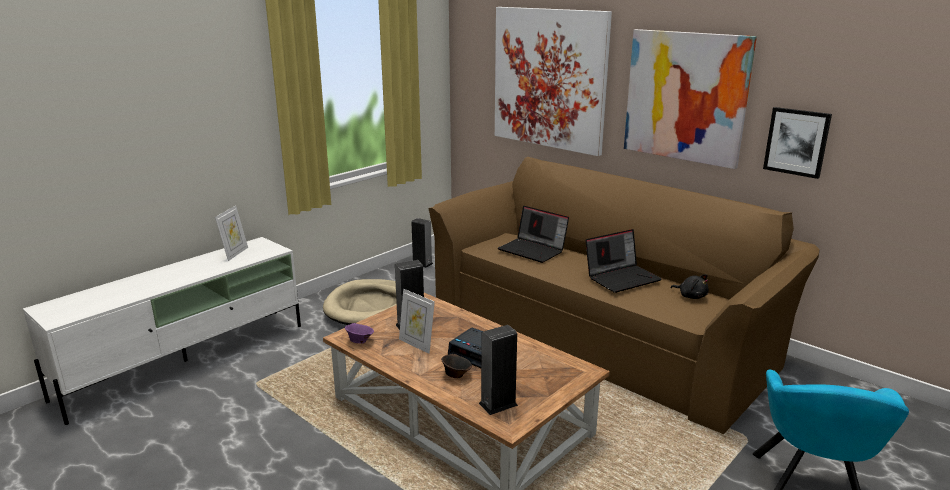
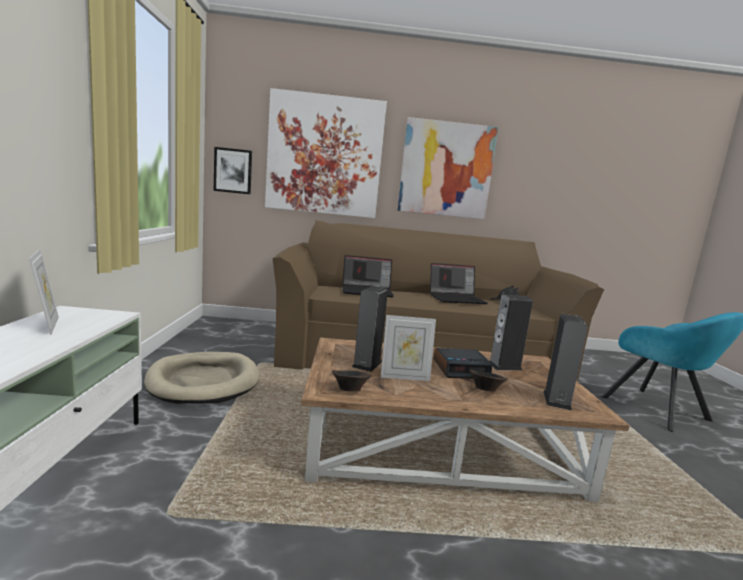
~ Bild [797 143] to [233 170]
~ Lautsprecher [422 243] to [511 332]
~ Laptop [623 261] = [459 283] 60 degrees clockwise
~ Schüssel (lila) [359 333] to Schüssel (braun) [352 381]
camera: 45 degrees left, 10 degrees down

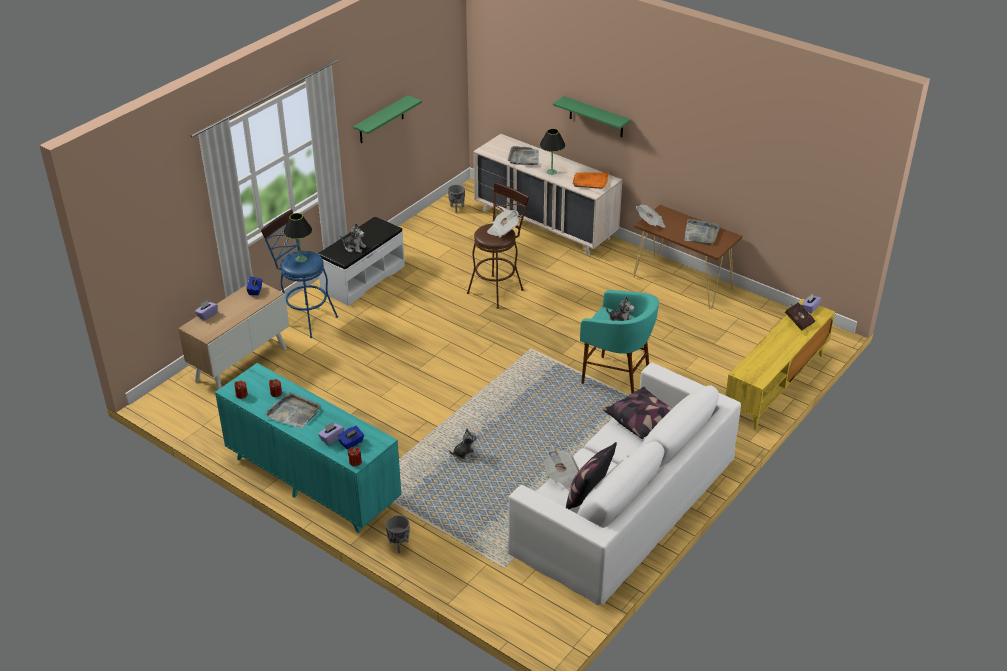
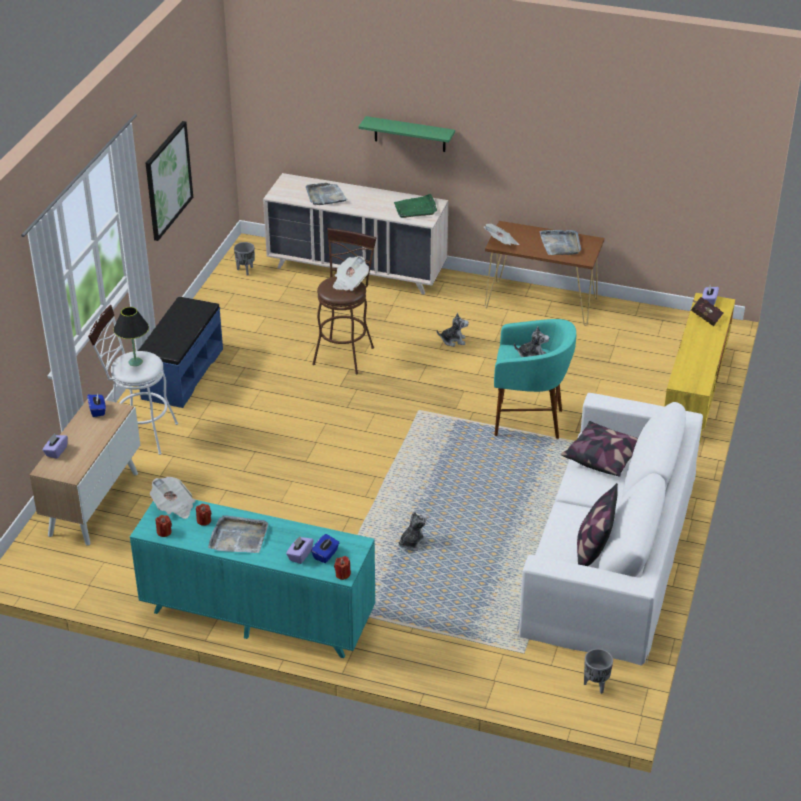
~ Wandregal (grün) [387 119] to Bild [169 181]
- Tischlampe (schwarz) [552 152]
~ Tablett (orange) [591 180] to Tablett (grün) [415 206]
~ Hocker (blau) [299 273] to Hocker (weiß) [133 380]
~ Bank (weiß) [361 261] to Bank (blau) [180 352]
~ Plüschtier [353 238] to [453 330]
~ Zeitung [561 469] to [173 498]
~ Pflanzkübel (grau) [397 534] to [598 671]
camera: 20 degrees left, 0 degrees up

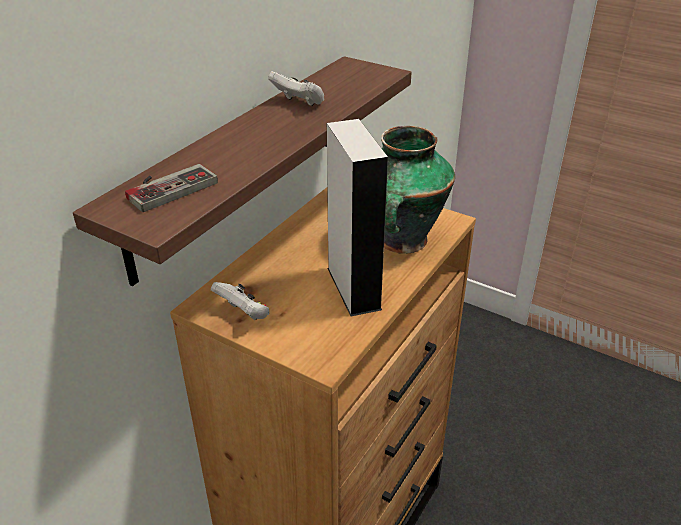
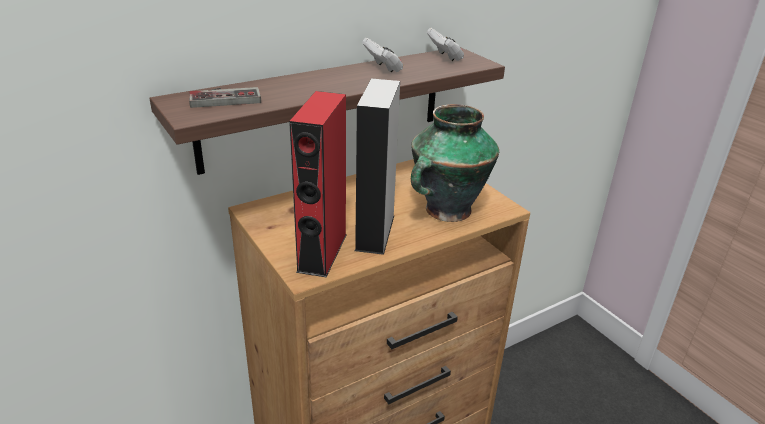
~ Gamepad (weiß) [240 301] to [445 44]
+ Lautsprecher (rot) [318 184]
camera: 25 degrees right, 5 degrees down

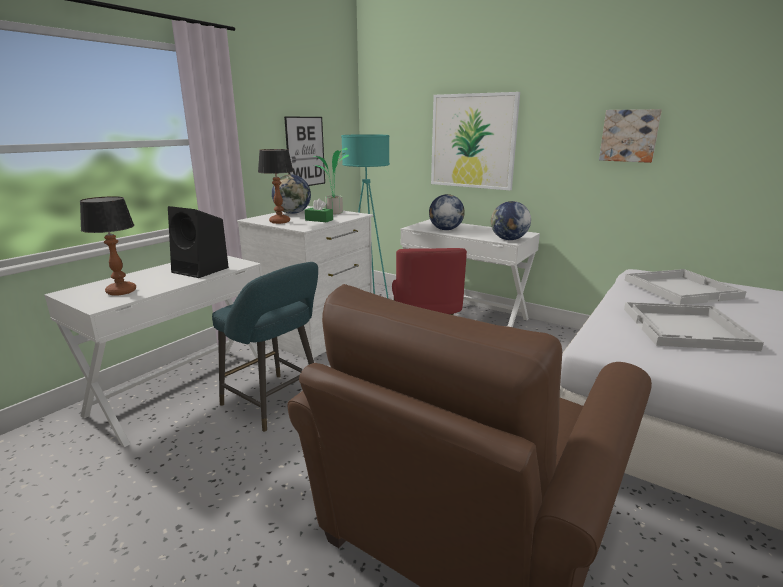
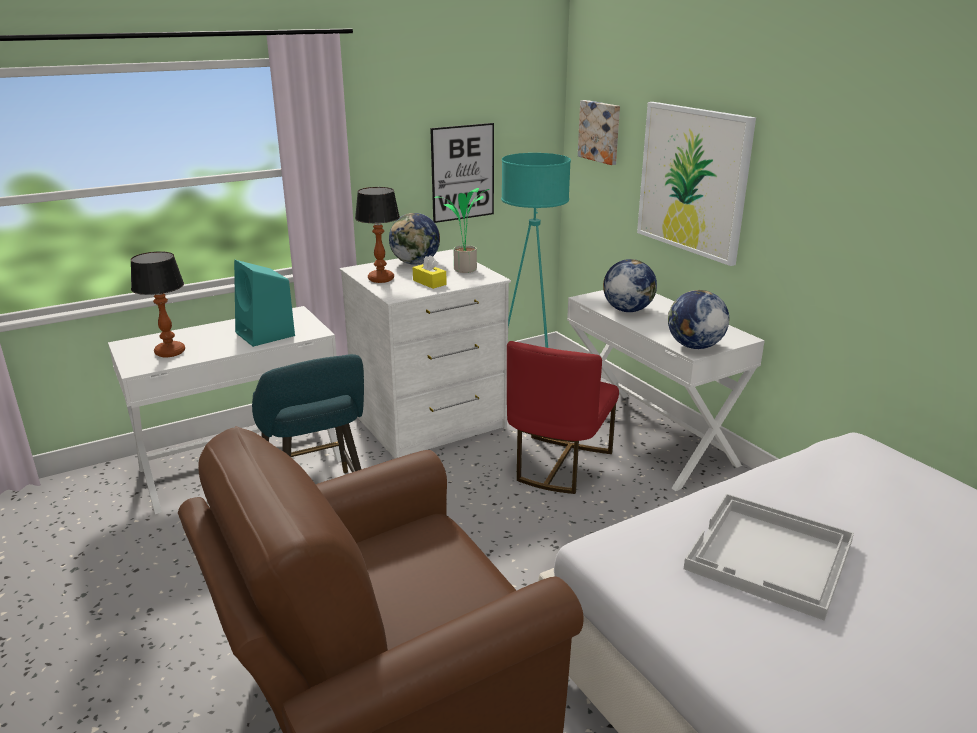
~ Bild [630 136] to [599 132]
~ Taschentuchbox (grün) [319 210] to Taschentuchbox (gelb) [429 272]
~ Lautsprecher (schwarz) [198 242] to Lautsprecher (türkis) [264 303]
- Tablett (weiß) [685 287]
camera: 25 degrees right, 5 degrees up

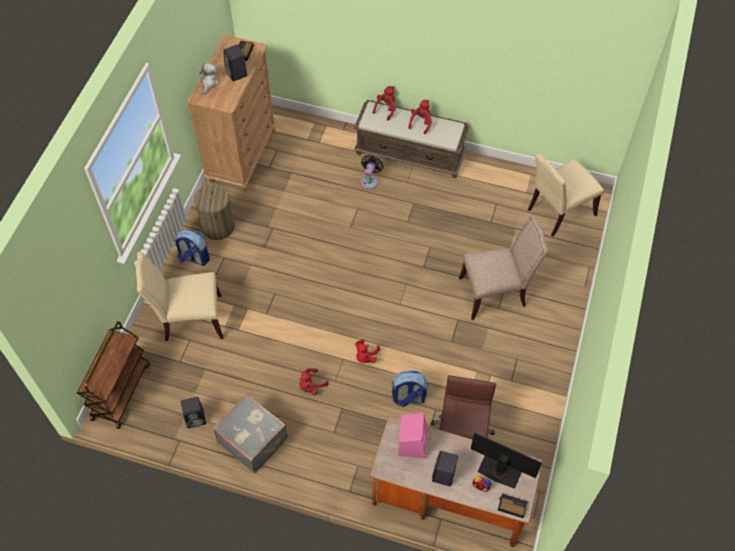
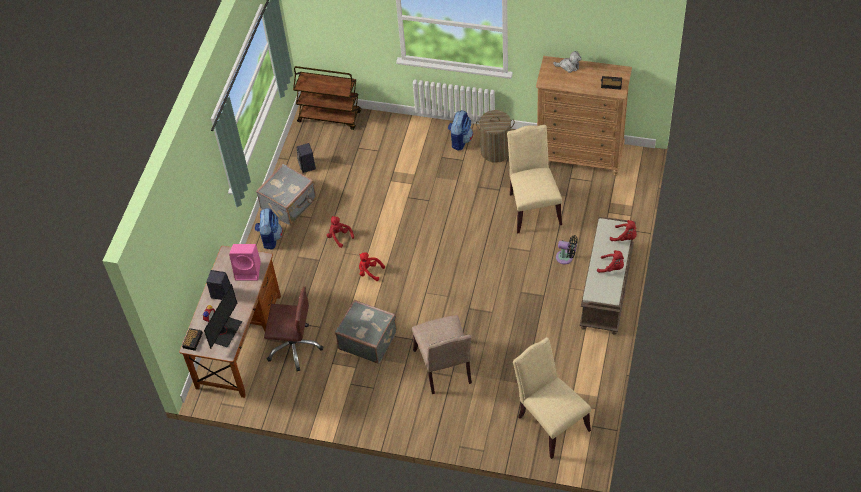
- Lautsprecher (schwarz) [235 63]
~ Stuhl (beige) [180 296] to [534 179]
~ Rucksack [410 388] to [269 229]
+ Koffer (grau) [366 332]
camera: 90 degrees right, 5 degrees down

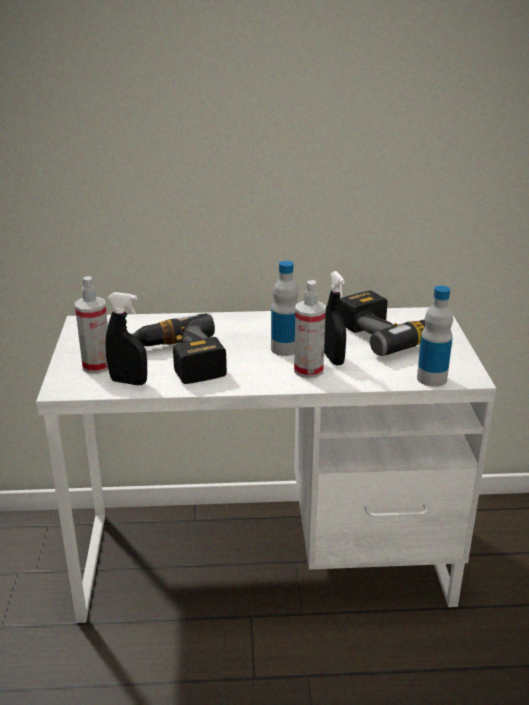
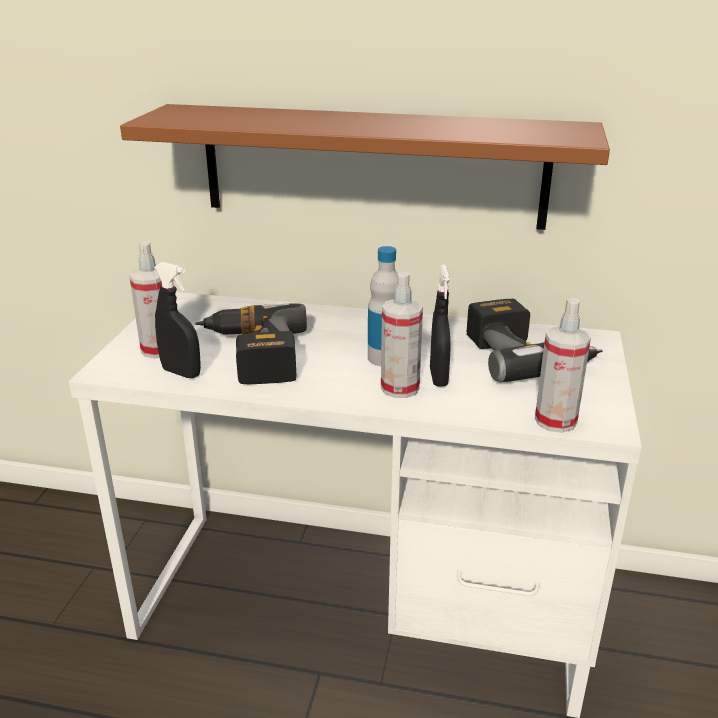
~ Flasche [435 336] to Sprühflasche [563 365]
+ Wandregal (braun) [365 167]
camera: 15 degrees right, 0 degrees up

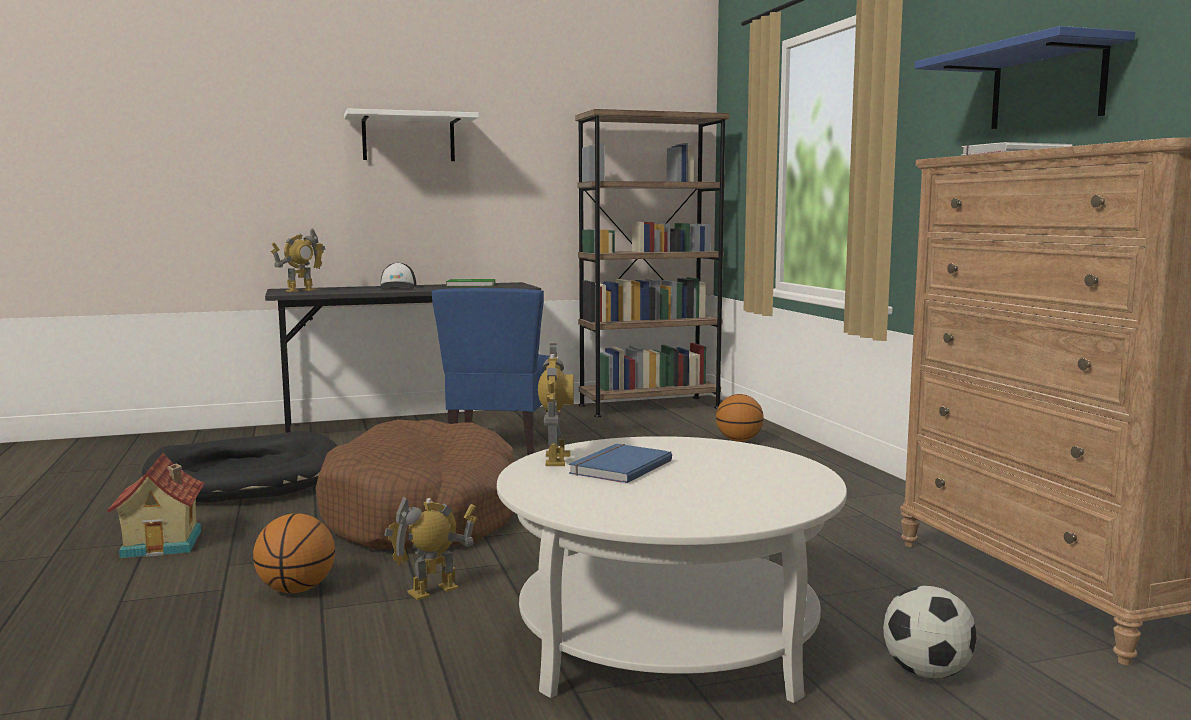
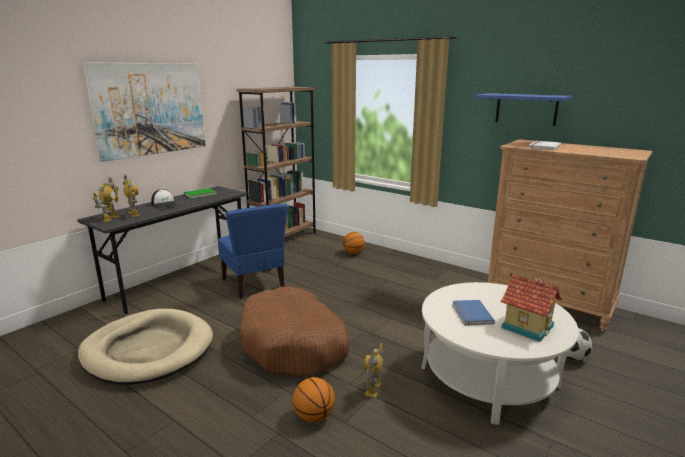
~ Wandregal (weiß) [411 134] to Bild [144 112]
~ Spielzeugroboter [556 404] to [131 196]
~ Hundebett (schwarz) [239 467] to Hundebett (beige) [145 347]
~ Spielzeughaus [156 505] to [531 308]
camera: 35 degrees left, 10 degrees up

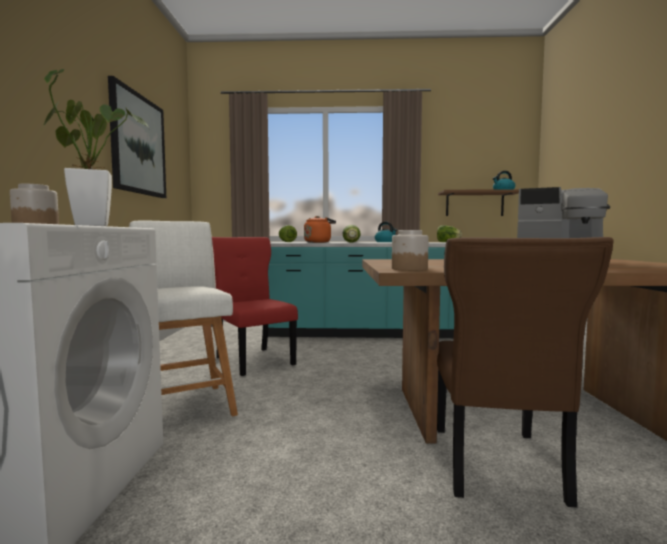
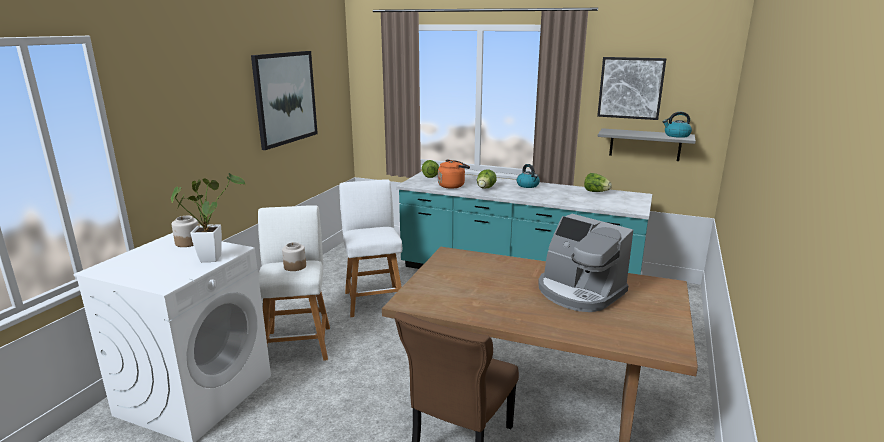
~ Wandregal (braun) [478 202] to Wandregal (grau) [647 144]
~ Vorratsglas [410 250] to [294 256]
~ Stuhl (rot) [255 306] to Hocker (weiß) [370 248]
+ Bild [632 88]
camera: 20 degrees right, 15 degrees up

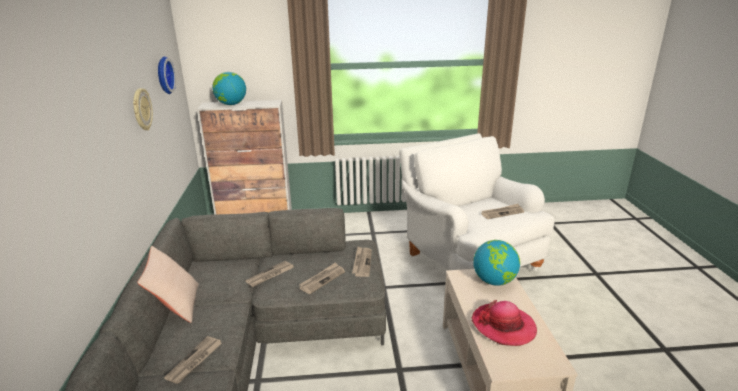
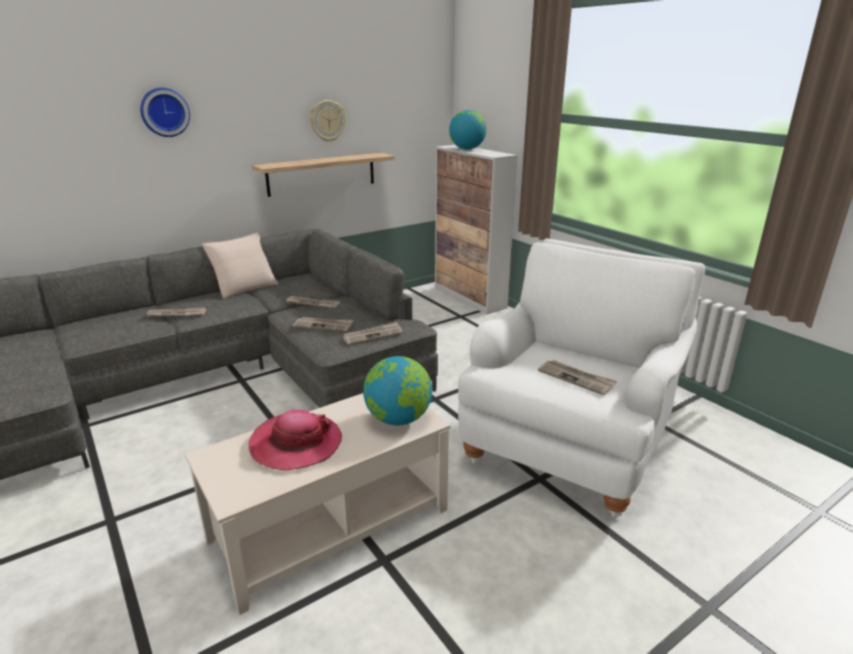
~ Wanduhr [167 75] to [165 112]
+ Wandregal [323 175]
camera: 60 degrees right, 0 degrees up

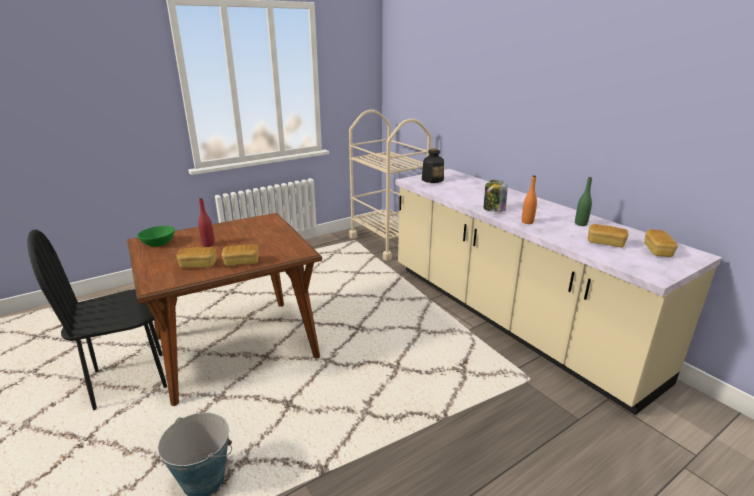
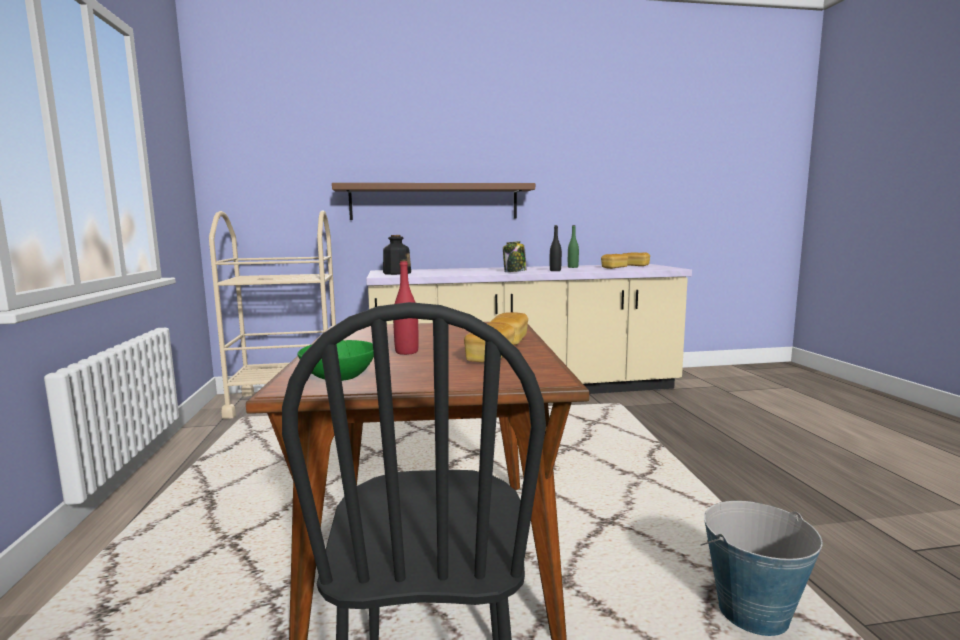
~ Flasche (orange) [529 200] to Flasche (schwarz) [556 248]
+ Wandregal (braun) [433 201]
camera: 65 degrees left, 15 degrees down

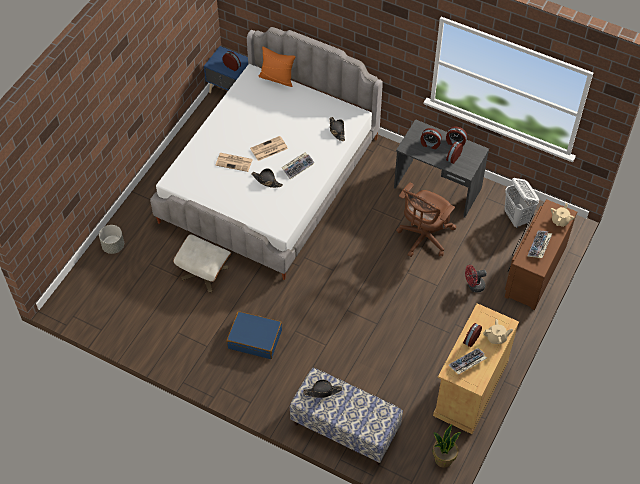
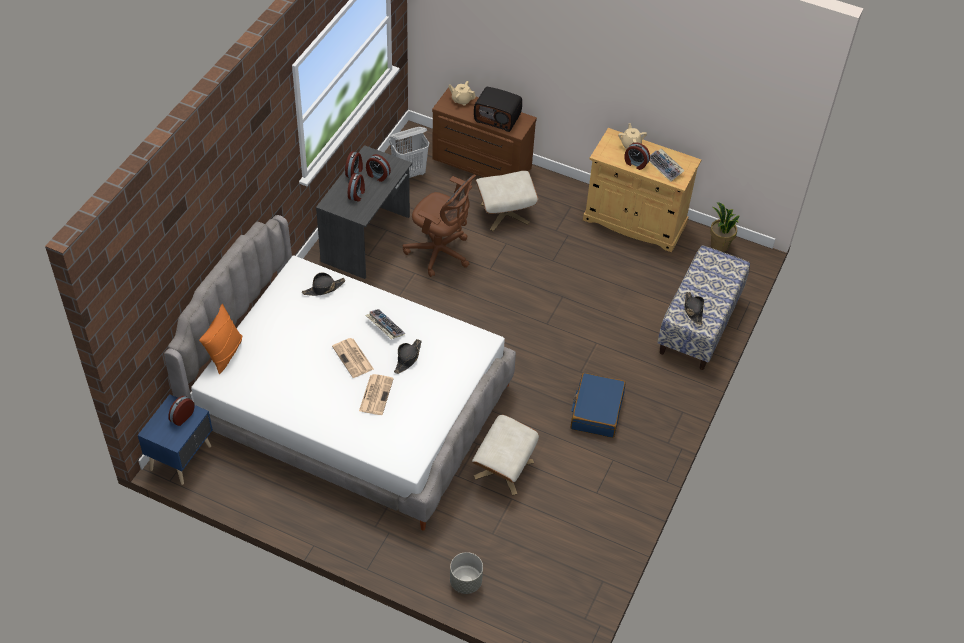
~ Tastatur [539 244] to Radio [498 109]
~ Ventilator (rot) [476 278] to Polsterhocker (beige) [506 201]
camera: 95 degrees left, 5 degrees down

